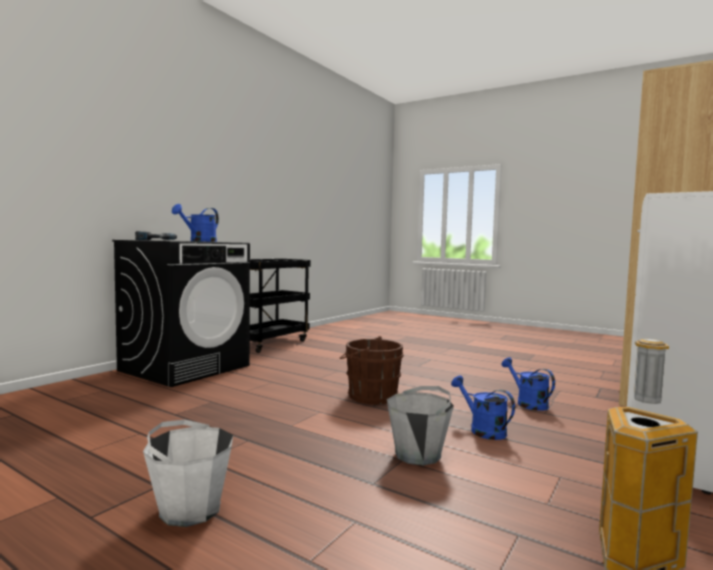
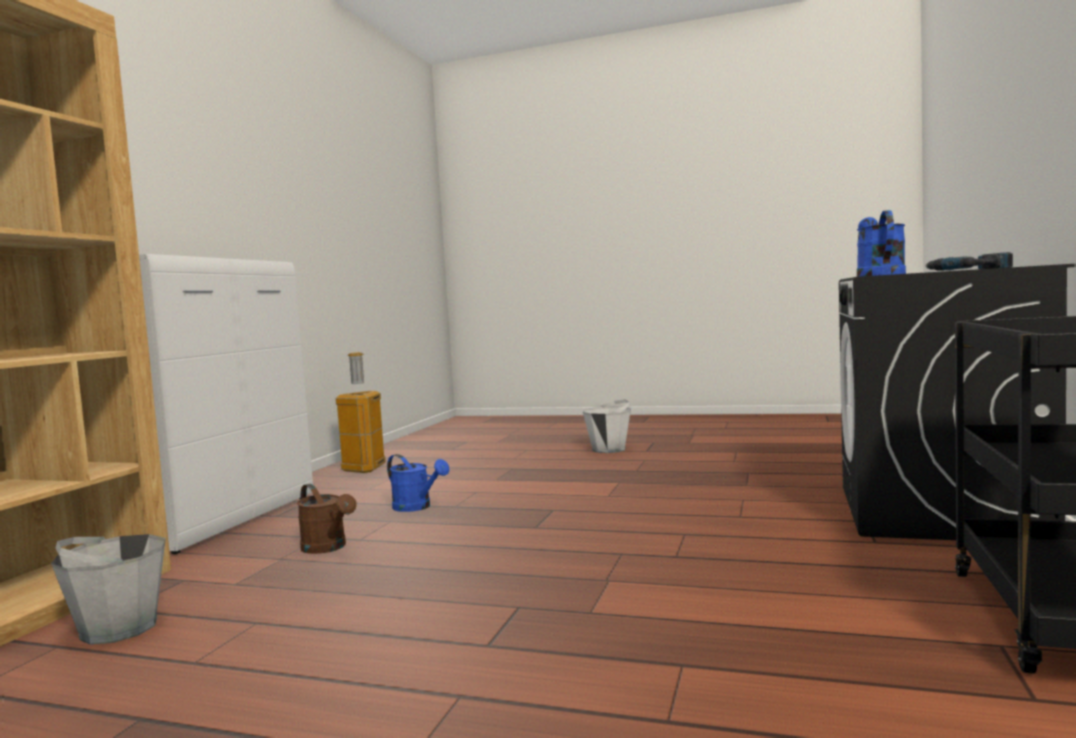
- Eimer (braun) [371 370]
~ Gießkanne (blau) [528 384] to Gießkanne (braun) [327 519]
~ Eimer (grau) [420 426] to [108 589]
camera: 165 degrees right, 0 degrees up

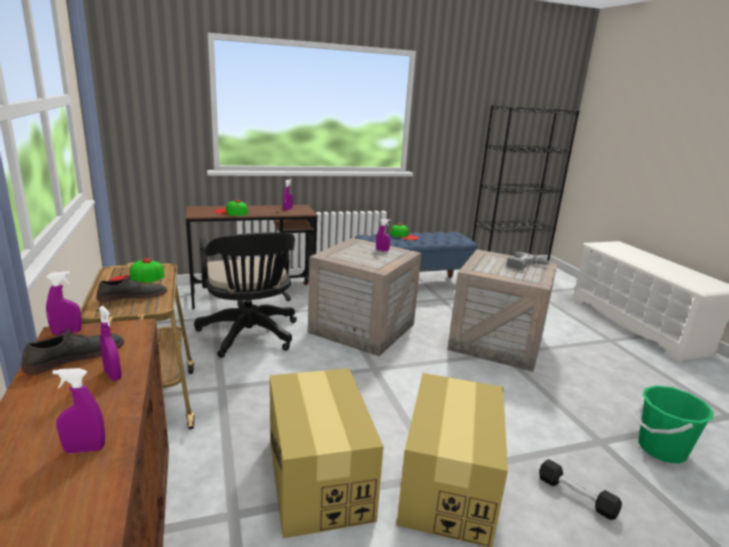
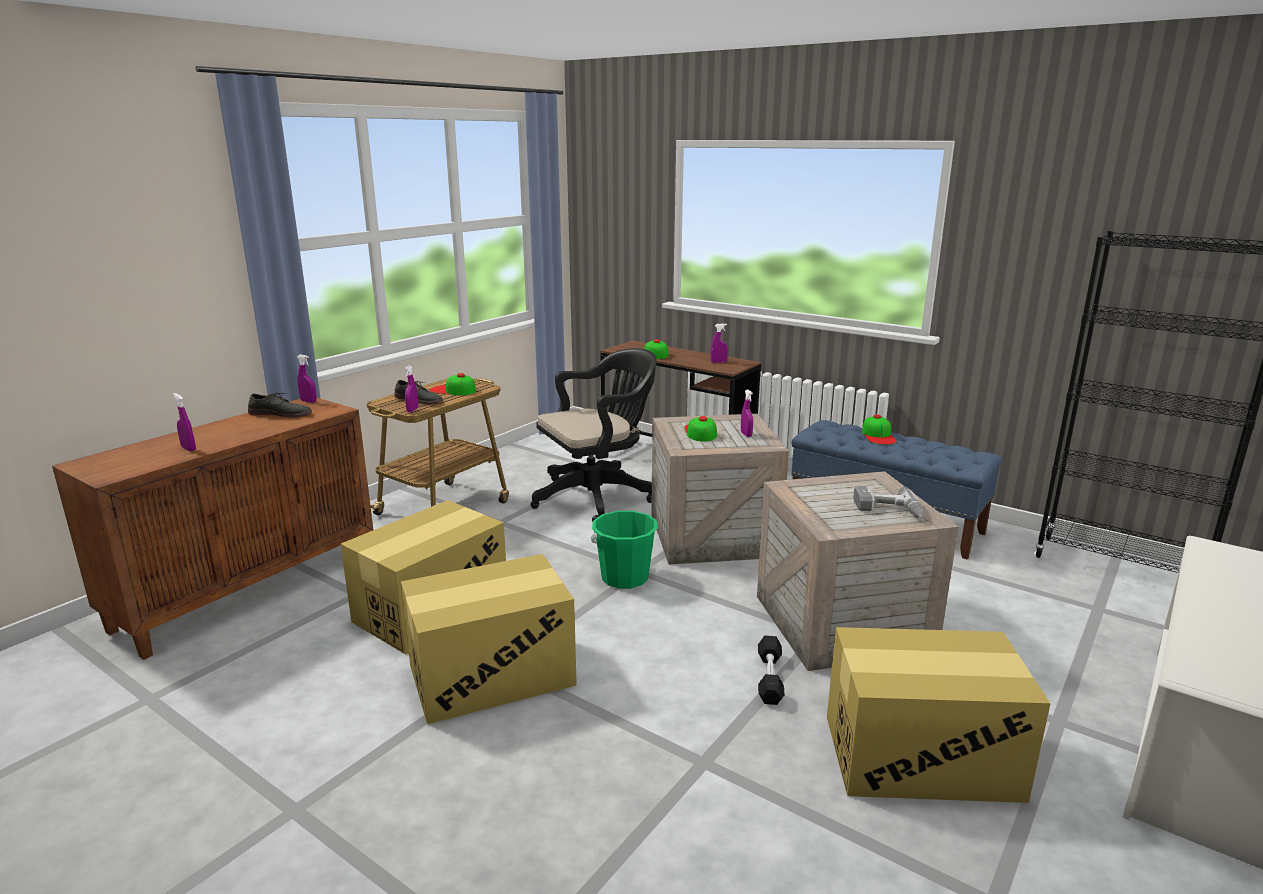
~ Bürostuhl (schwarz) [245 295] = [593 435] 150 degrees counterclockwise
~ Sprühflasche (lila) [110 343] to [411 388]
~ Eimer (grün) [675 424] to [624 550]
~ Hantel (schwarz) [580 489] to [771 670]
+ Kappe [700 429]
+ Karton [939 715]
camera: 55 degrees right, 0 degrees up

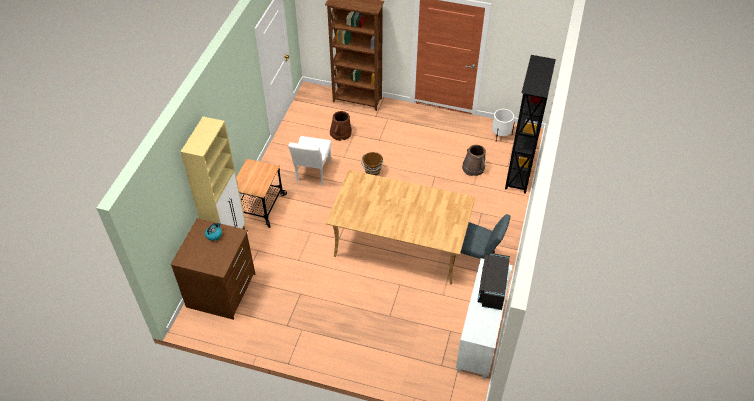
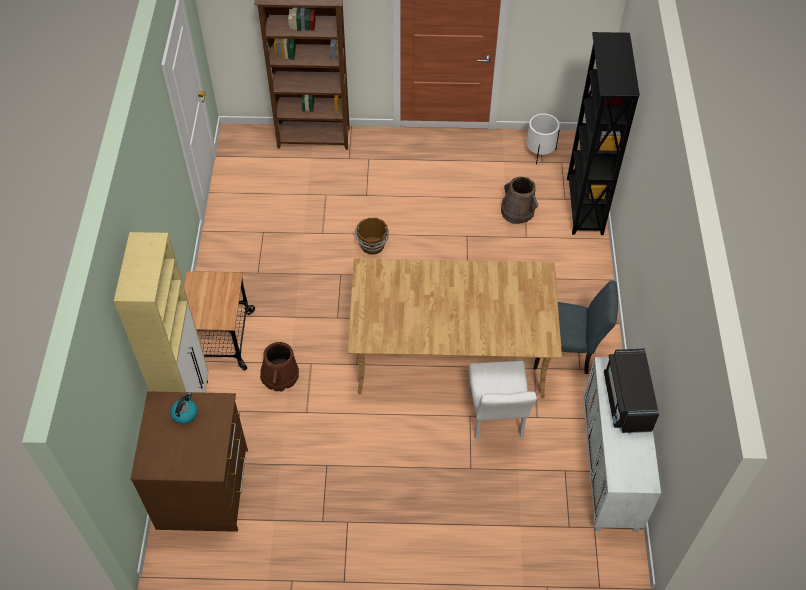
~ Eimer (braun) [341 126] to [279 366]
~ Stuhl (weiß) [309 160] to [503 400]
camera: 15 degrees left, 5 degrees up

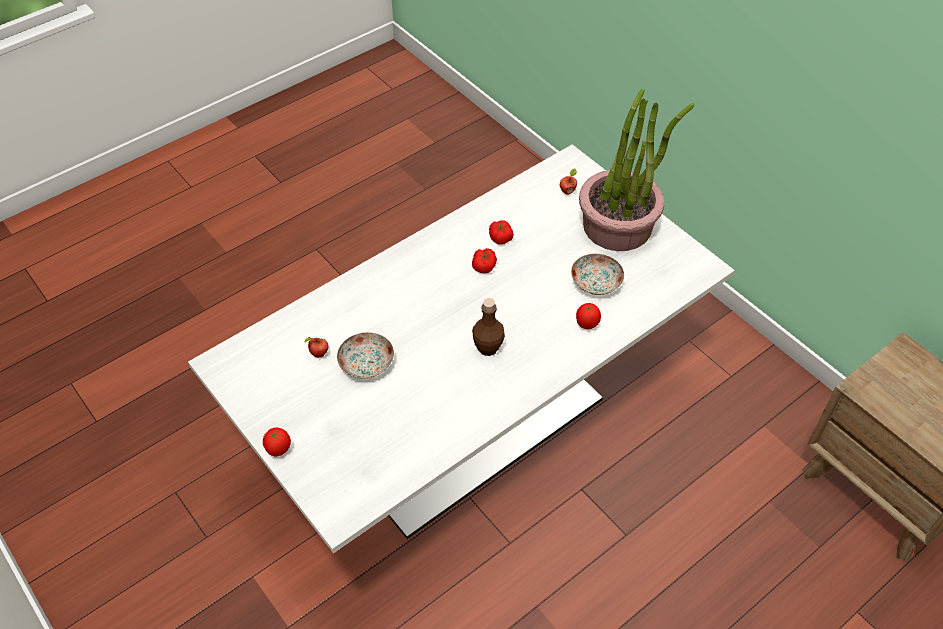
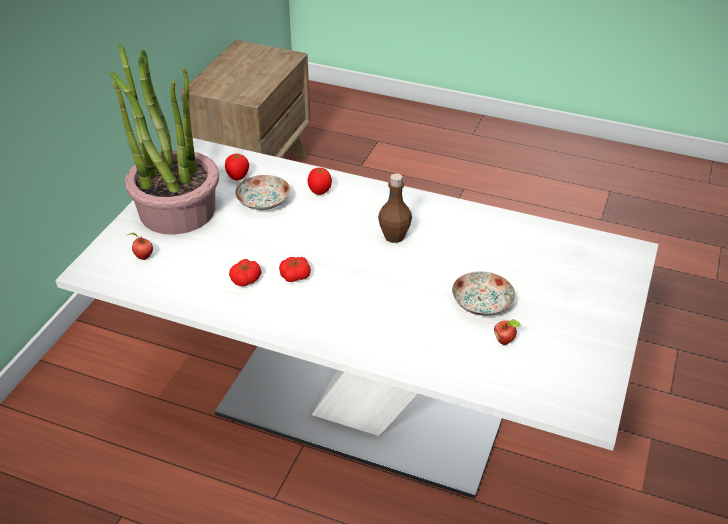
~ Tomate [277 442] to [237 166]
camera: 120 degrees left, 10 degrees down

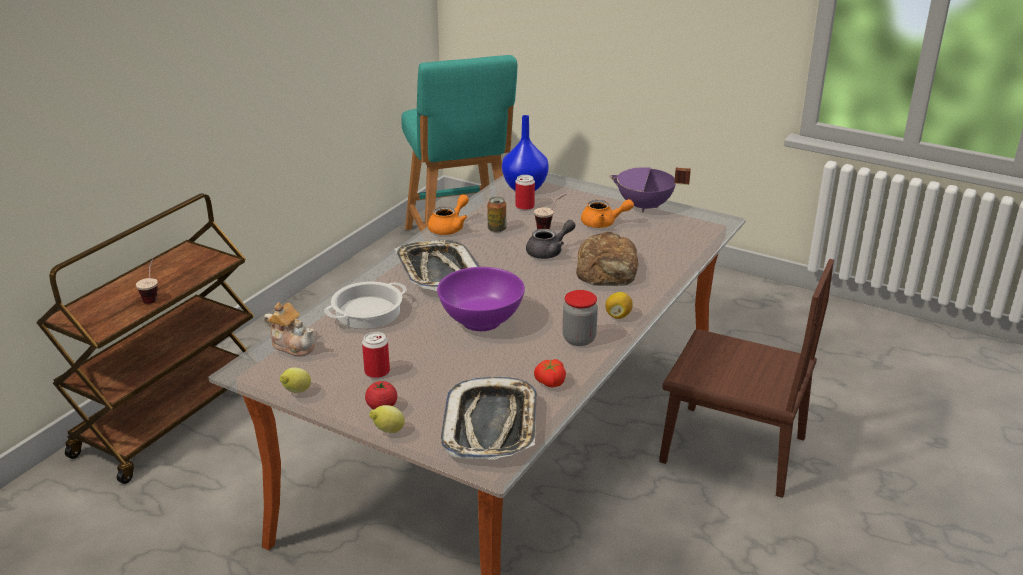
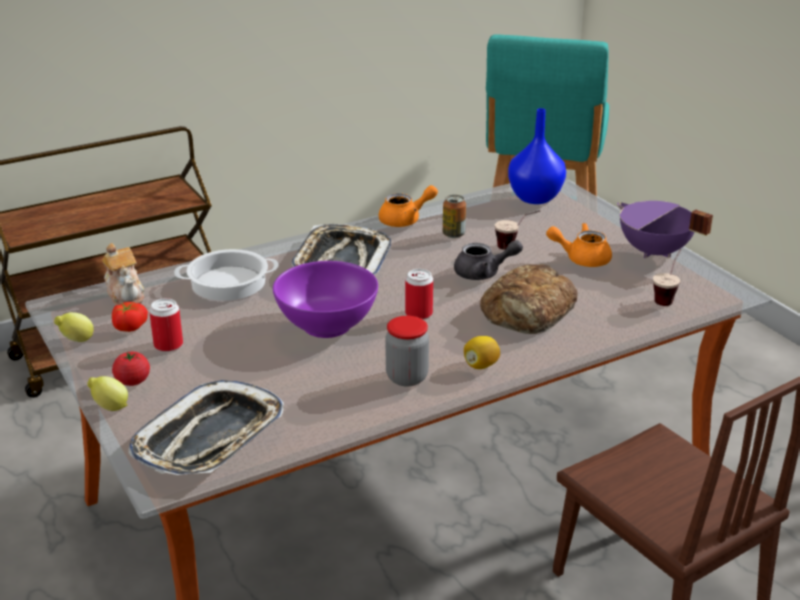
~ Dose [525 192] to [419 294]
~ Teekanne (orange) [607 213] = [579 245] 150 degrees clockwise
~ Tasse [147 280] to [667 277]
~ Tomate [550 373] to [130 317]
camera: 30 degrees right, 0 degrees up

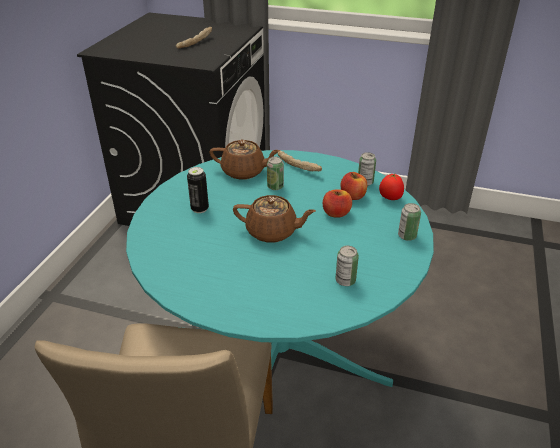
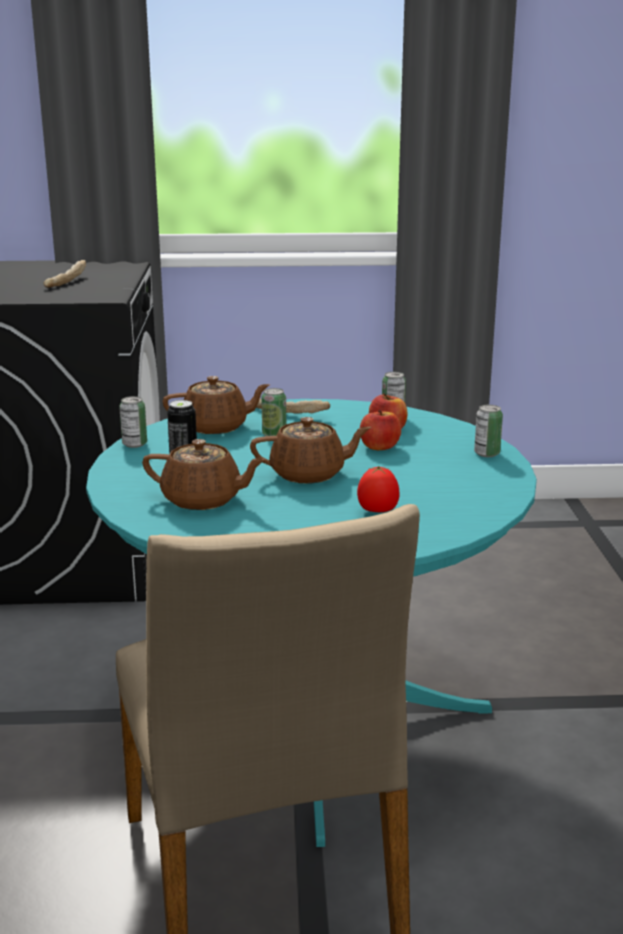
~ Tomate [391 187] to [378 489]
~ Dose [347 266] to [133 422]
+ Teekanne (braun) [204 474]
camera: 20 degrees left, 15 degrees down

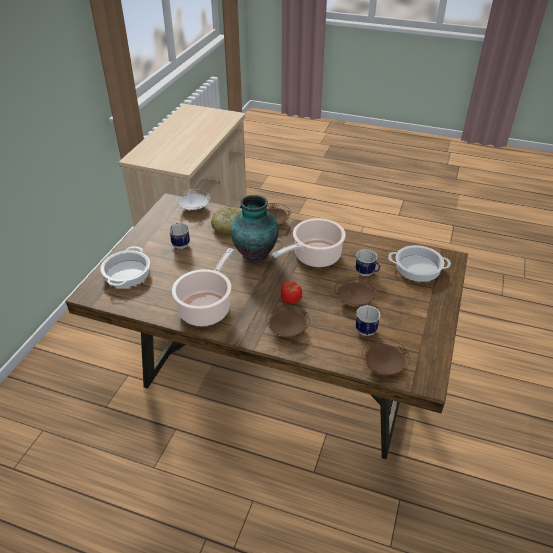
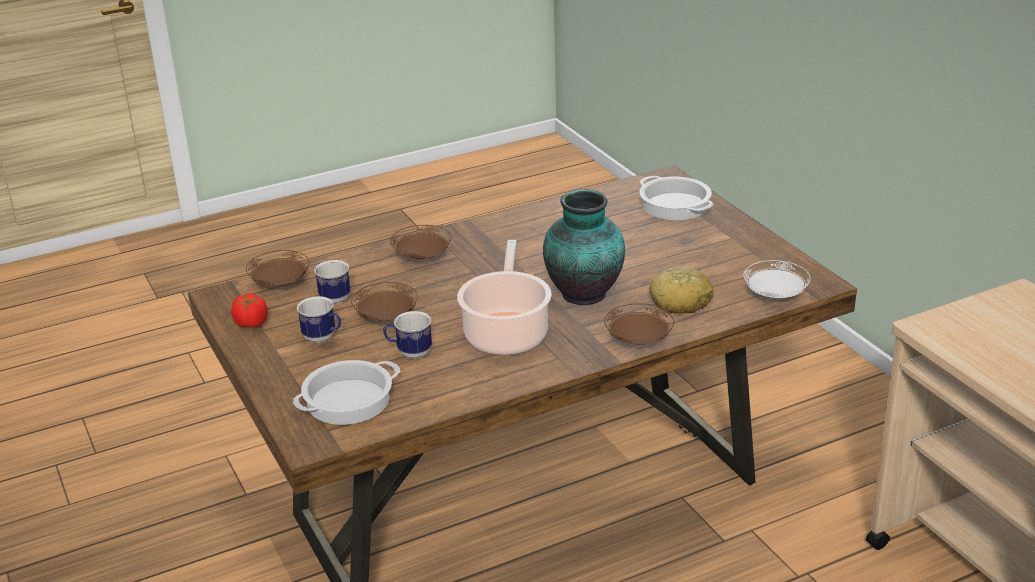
~ Henkelbecher [179 236] to [319 319]
- Kochtopf [203 287]
~ Tomate [291 292] to [249 310]
camera: 135 degrees right, 10 degrees down

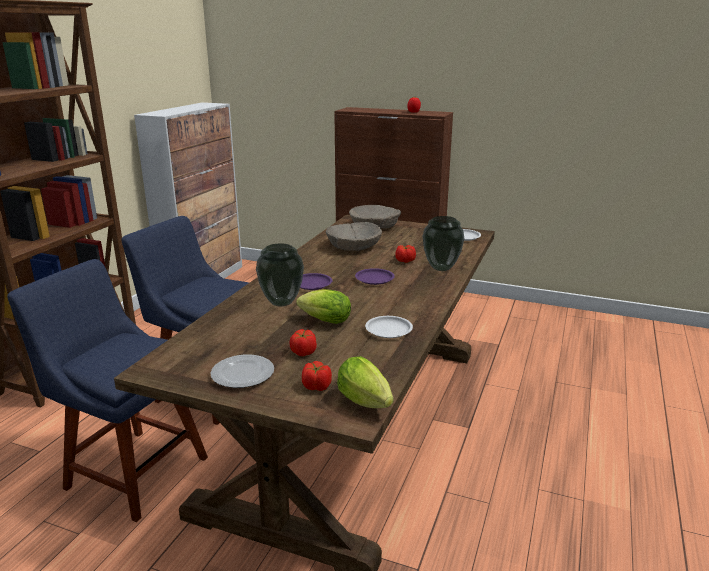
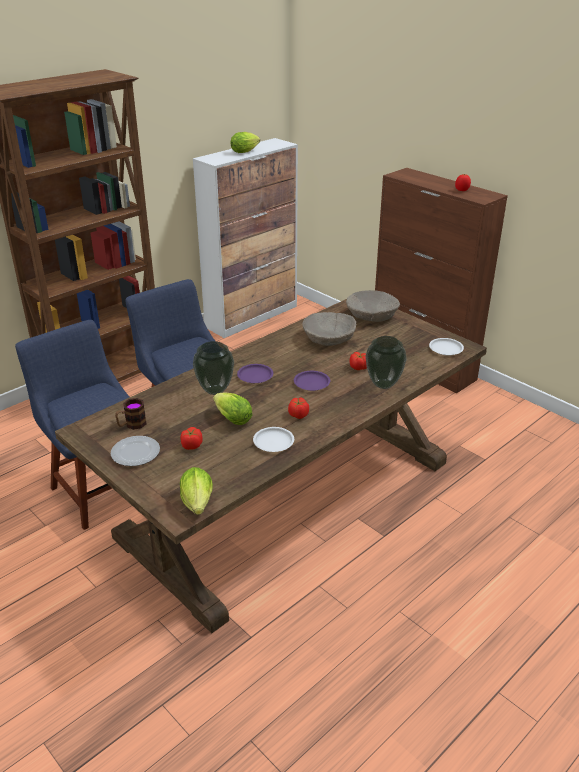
~ Tomate [317 376] to [298 408]
+ Salatkopf [245 142]
+ Henkelbecher [131 414]
camera: 25 degrees right, 10 degrees up

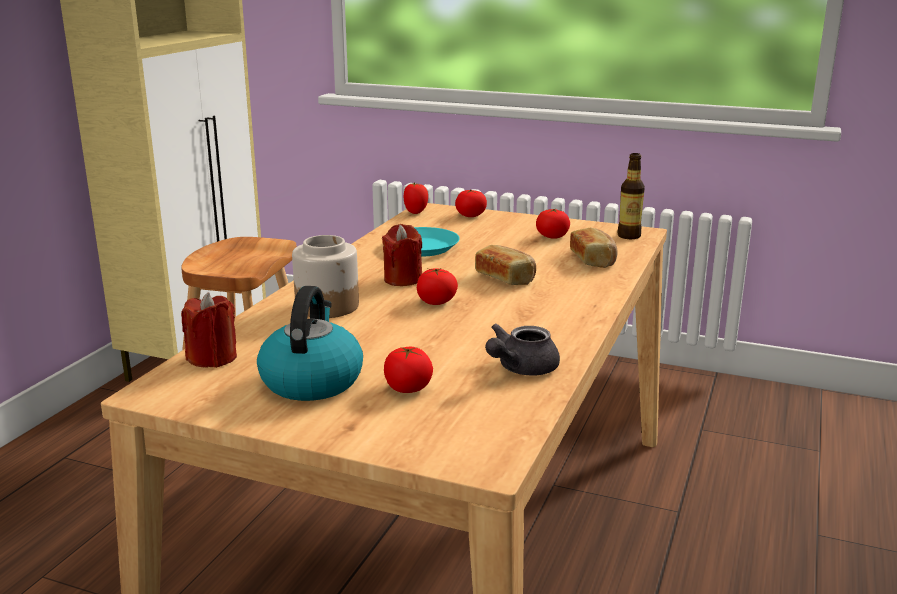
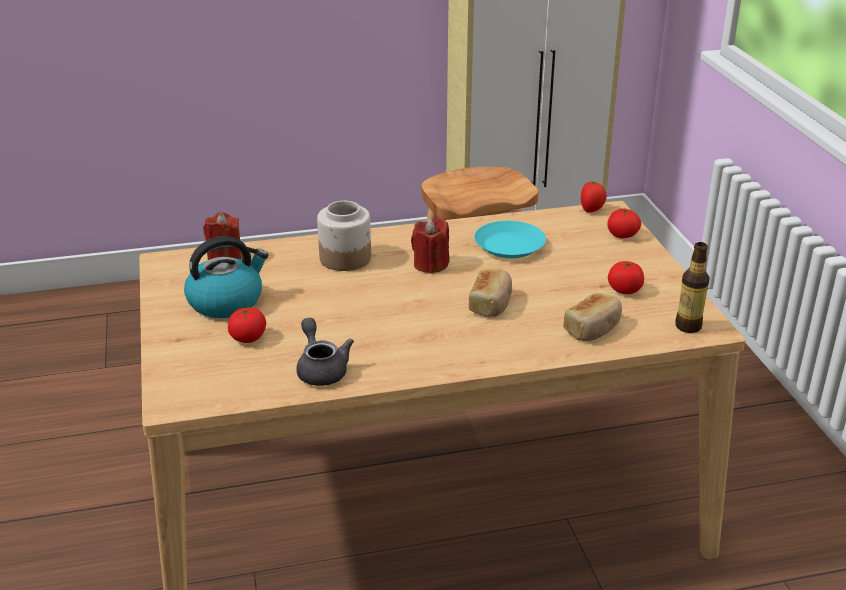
- Tomate [437 286]
~ Teekanne (grau) [522 349] = [325 352] 60 degrees clockwise
camera: 55 degrees right, 10 degrees up

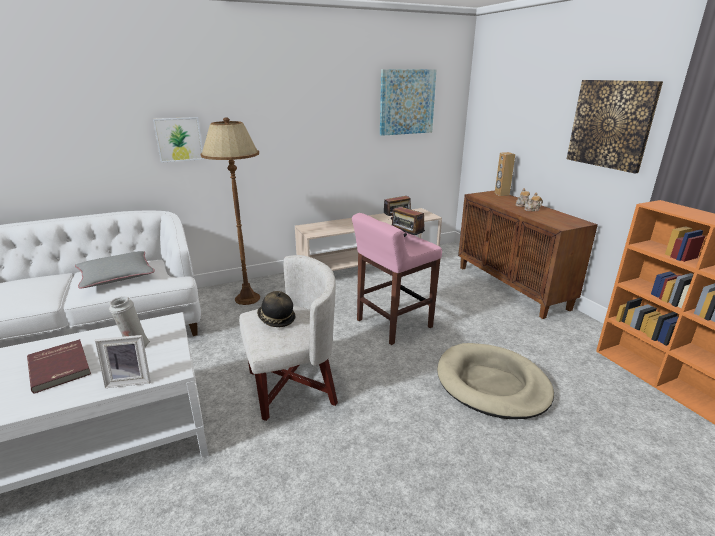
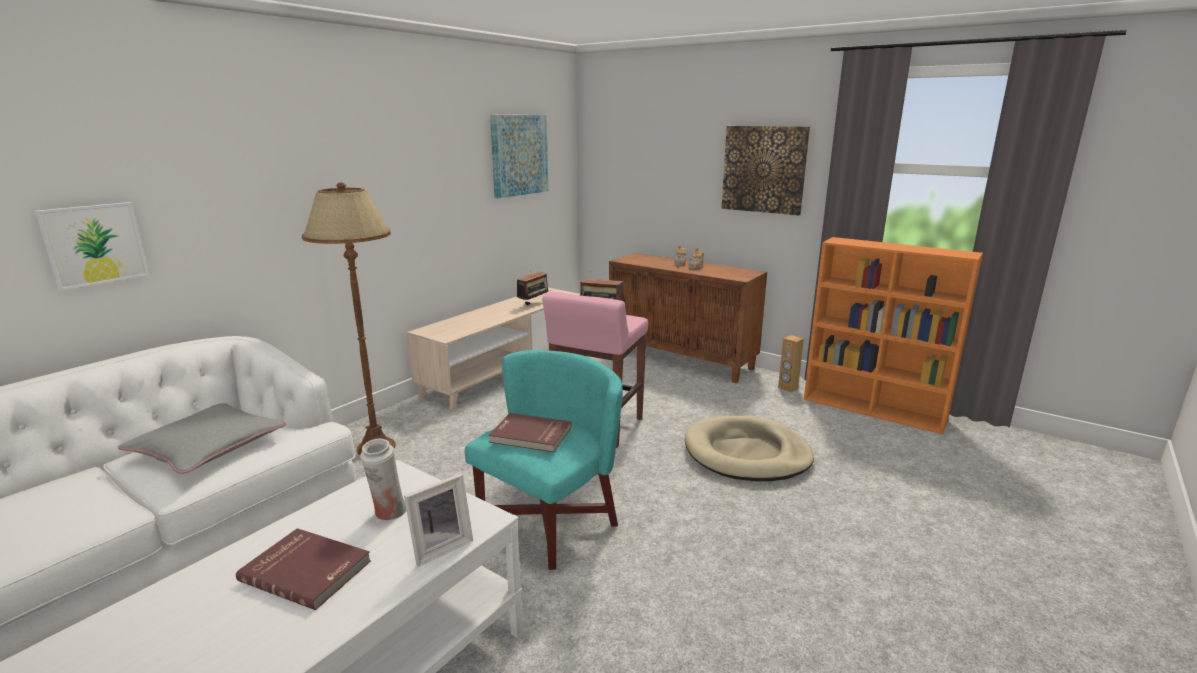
~ Bild [178 140] to [92 246]
~ Lautsprecher (braun) [505 174] to [791 363]
~ Sessel (weiß) [288 338] to Sessel (türkis) [544 460]
~ Hut [276 309] to Buch (rot) [530 432]
camera: 30 degrees left, 5 degrees down

